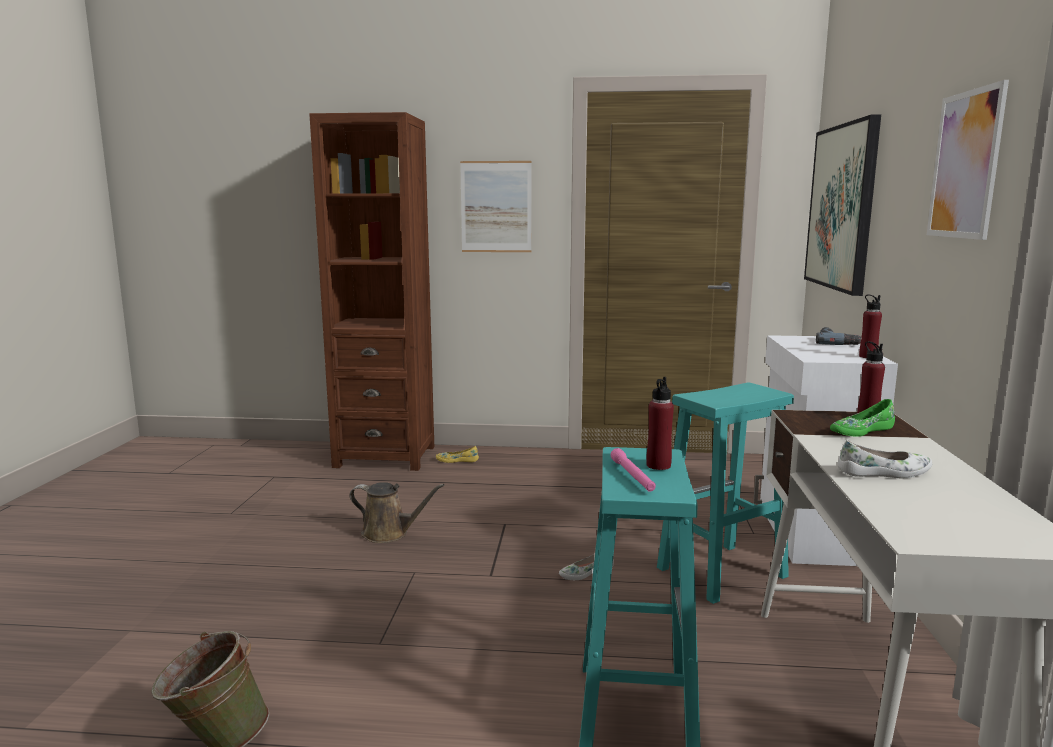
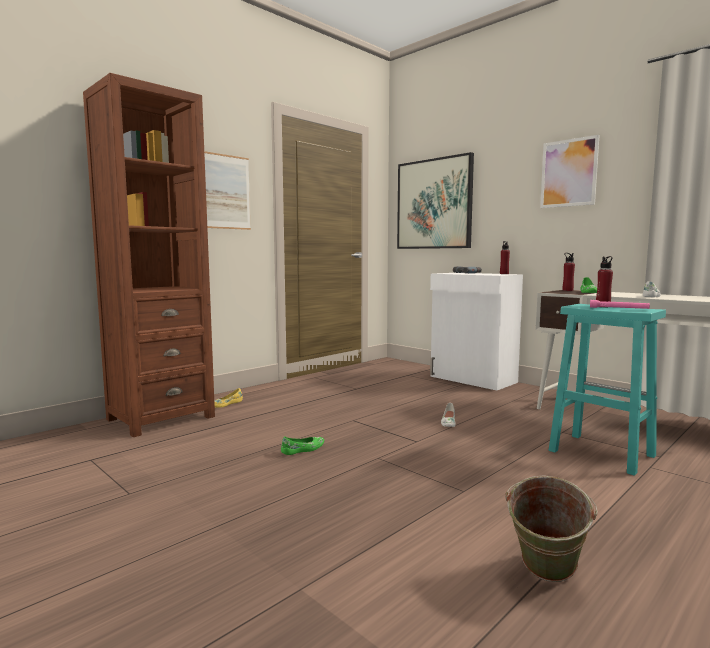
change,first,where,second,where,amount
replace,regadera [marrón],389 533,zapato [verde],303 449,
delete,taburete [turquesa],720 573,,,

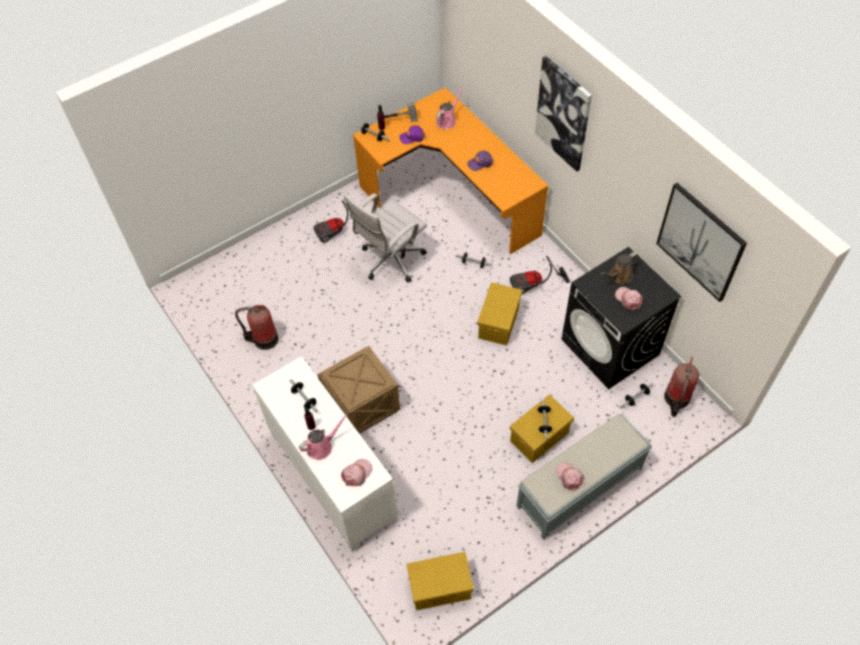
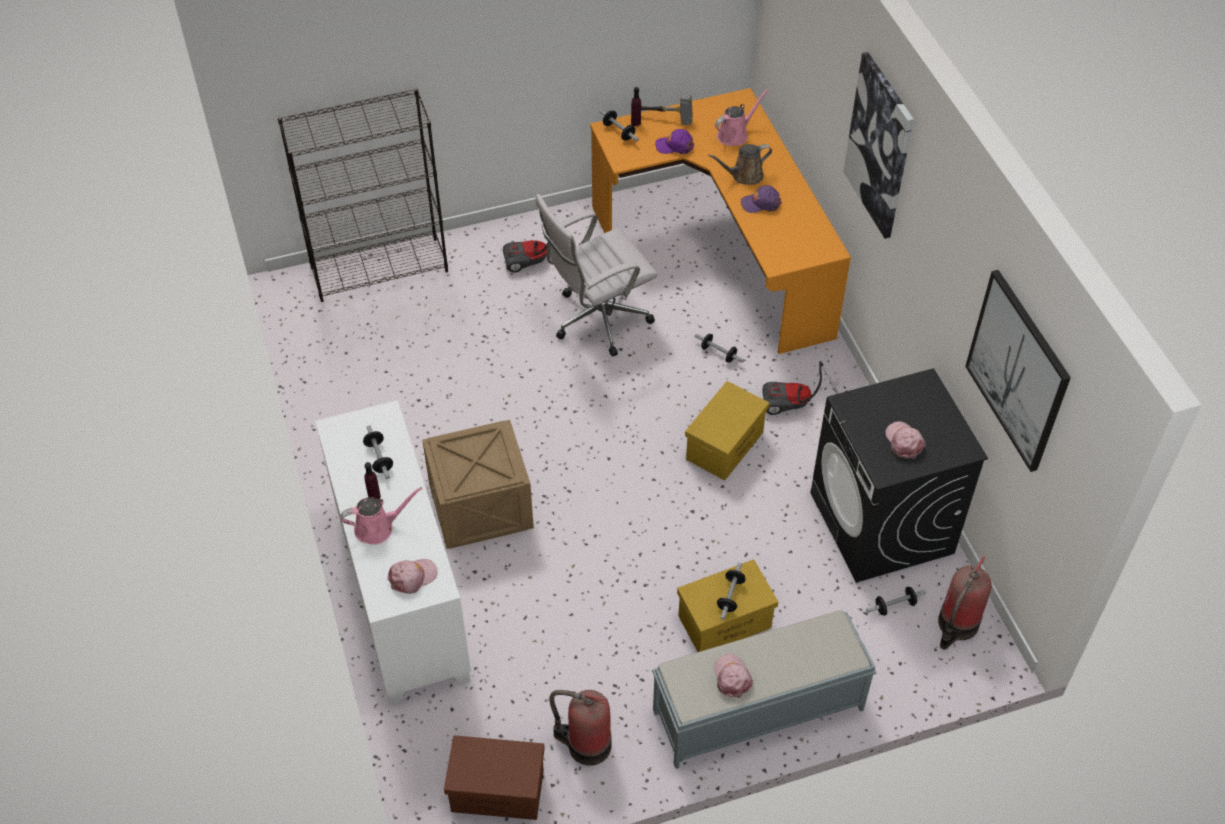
change,first,where,second,where,amount
move,extintor,263 339,,586 744,
recolor,caja de almacenaje [amarillo],439 588,caja de almacenaje [marrón],496 791,
move,regadera [marrón],619 276,,744 176,
insert,,,estantería [negro],380 269,

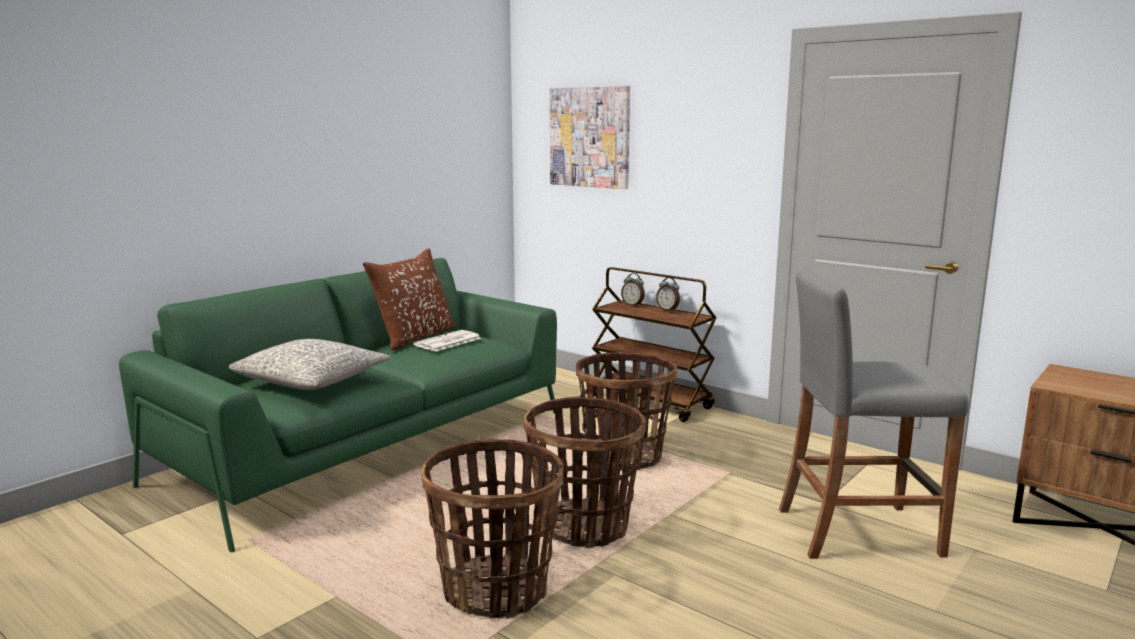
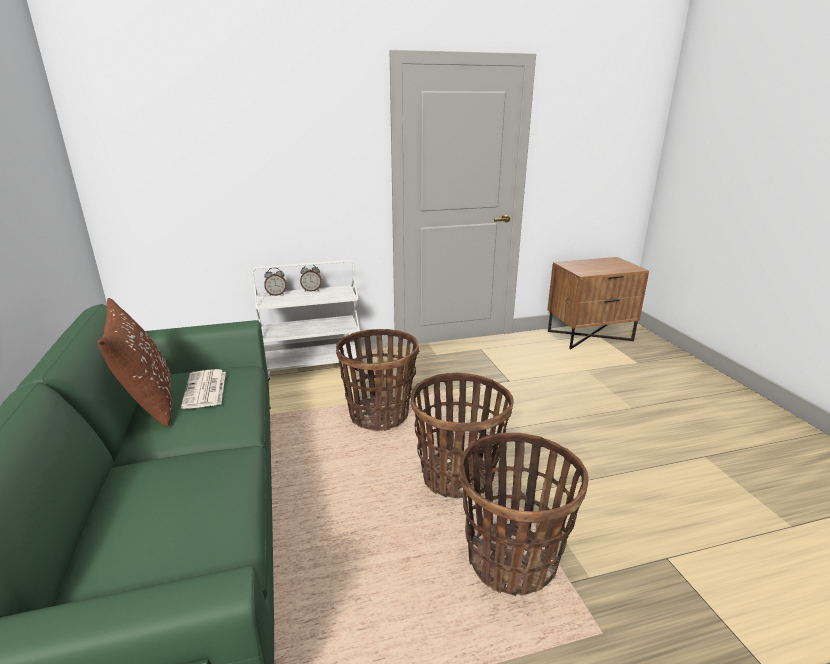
change,first,where,second,where,amount
delete,cojín [gris],313 381,,,
delete,cuadro,590 137,,,
recolor,carrito [marrón],651 402,carrito [blanco],313 366,
delete,taburete [gris],858 531,,,

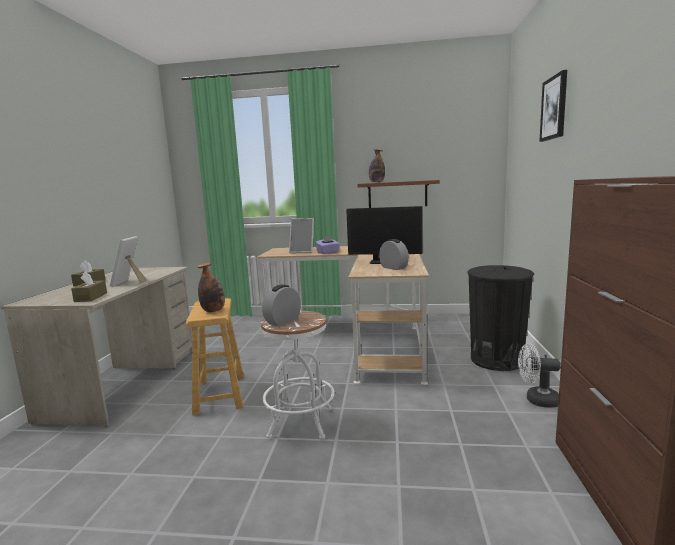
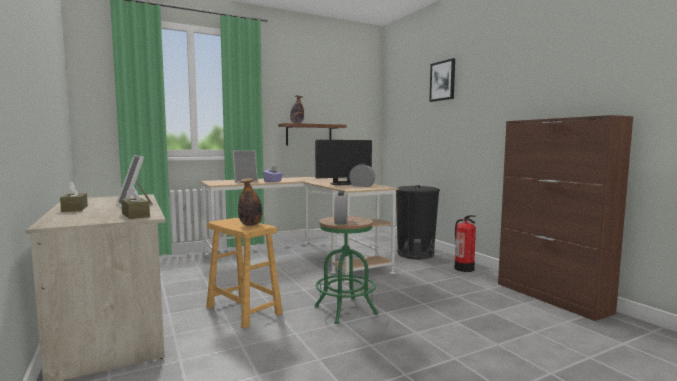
change,first,where,second,where,amount
recolor,taburete [blanco],300 422,taburete [verde],345 310,
replace,ventilador [blanco],536 400,extintor,464 268,

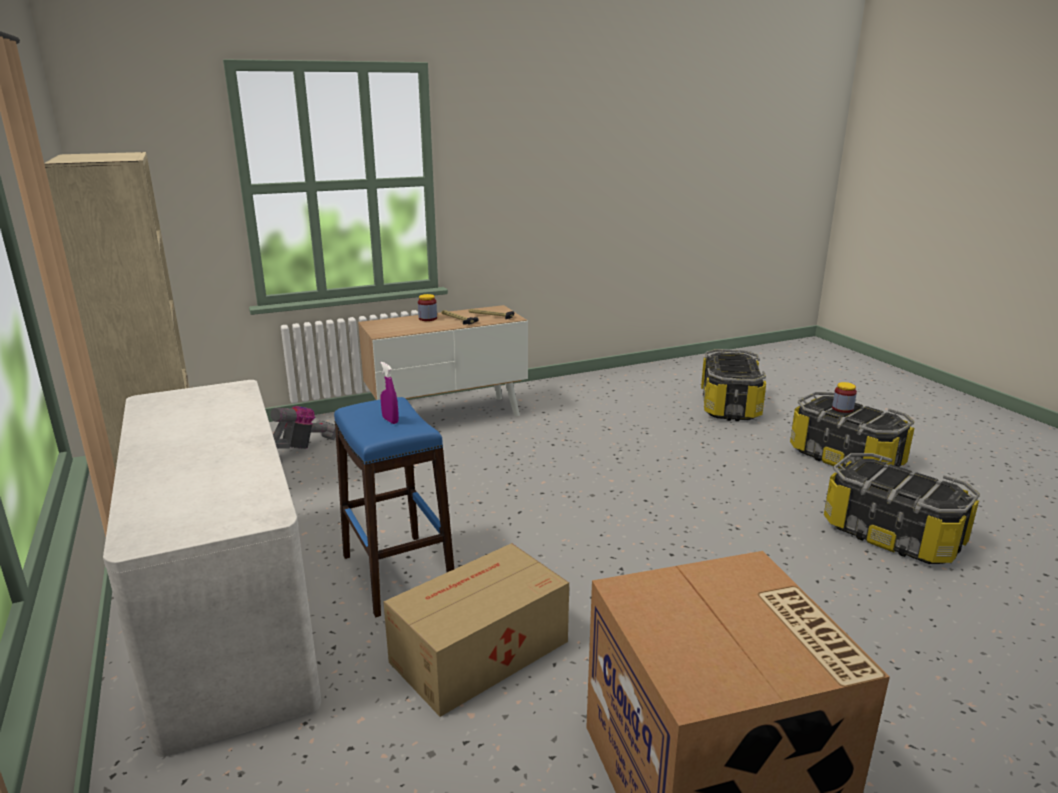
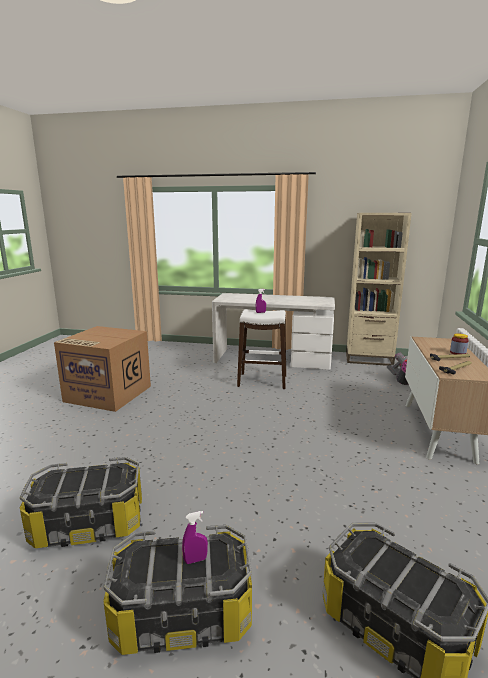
change,first,where,second,where,amount
recolor,taburete [azul],398 574,taburete [blanco],262 381,
delete,caja de cartón,477 652,,,
replace,tarro,842 409,pulverizador [morado],195 560,

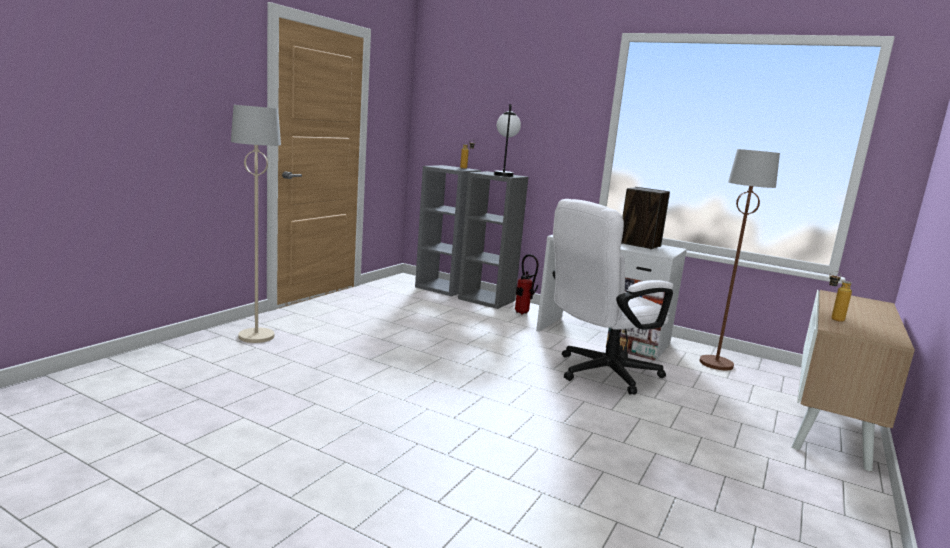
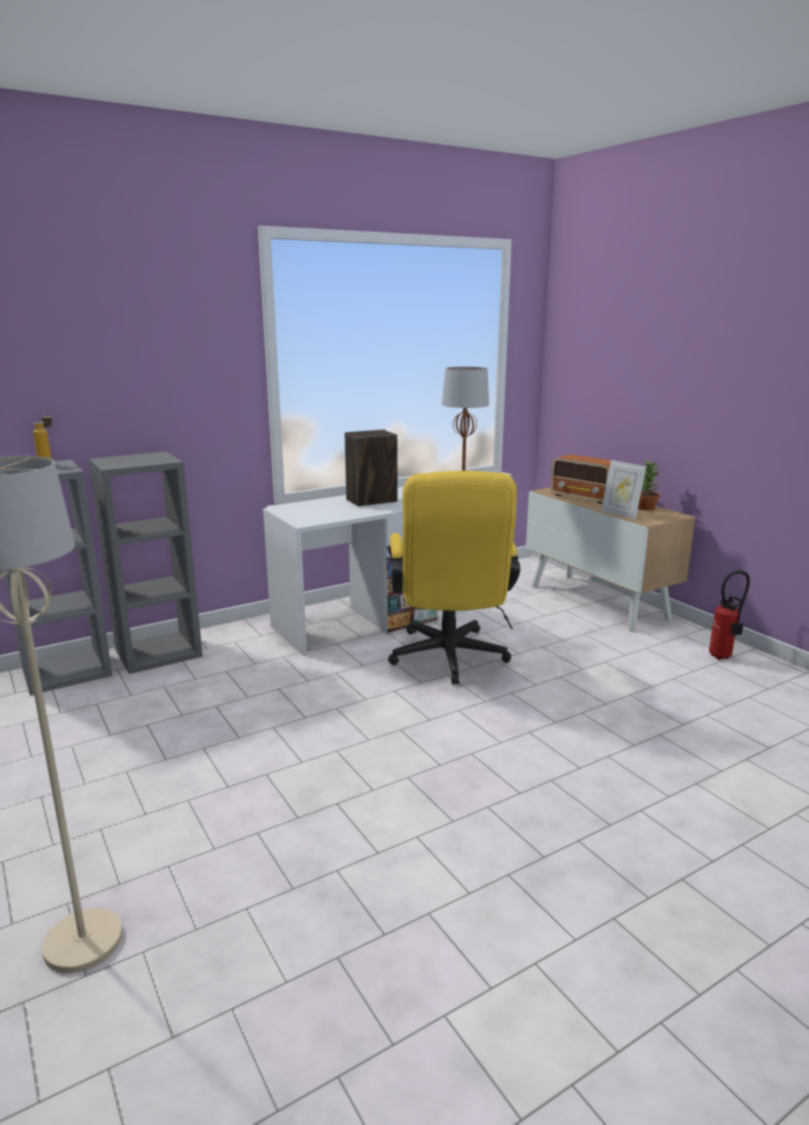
change,first,where,second,where,amount
delete,lámpara de mesa,503 174,,,
move,extintor,522 313,,724 657,
recolor,silla de oficina [blanco],599 373,silla de oficina [amarillo],449 660,
replace,botella,832 319,portarretratos,620 514,
insert,,,radio,583 498,
insert,,,planta en maceta,645 508,

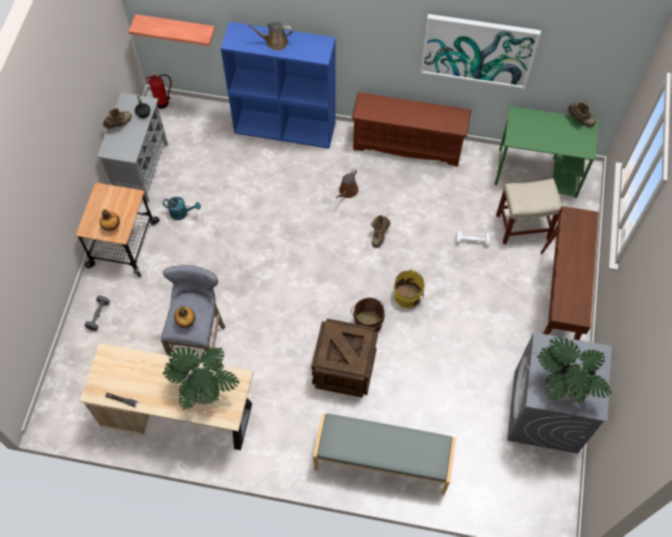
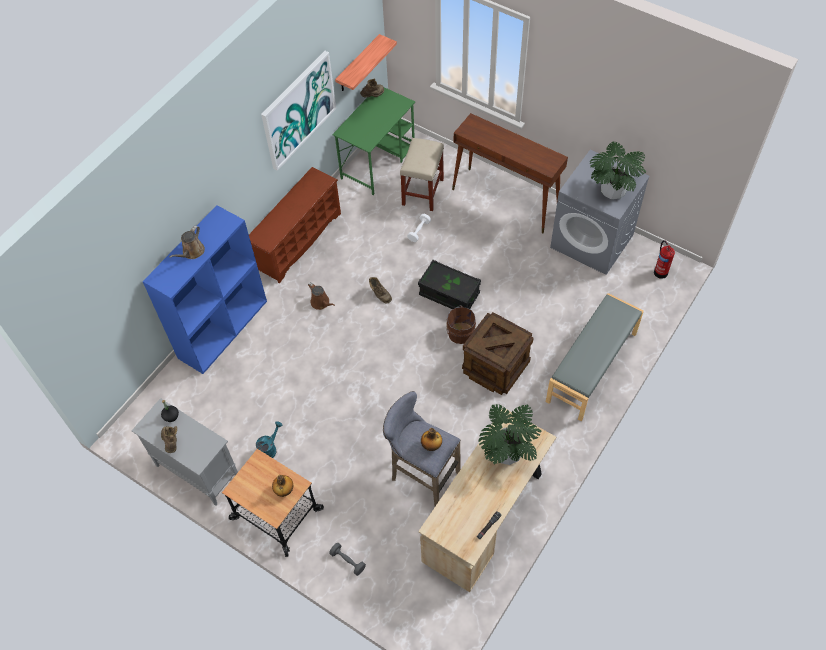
change,first,where,second,where,amount
move,estante,176 28,,358 64,
move,extintor,163 103,,660 271,
replace,cubo [amarillo],408 296,caja de almacenaje [negro],449 294,

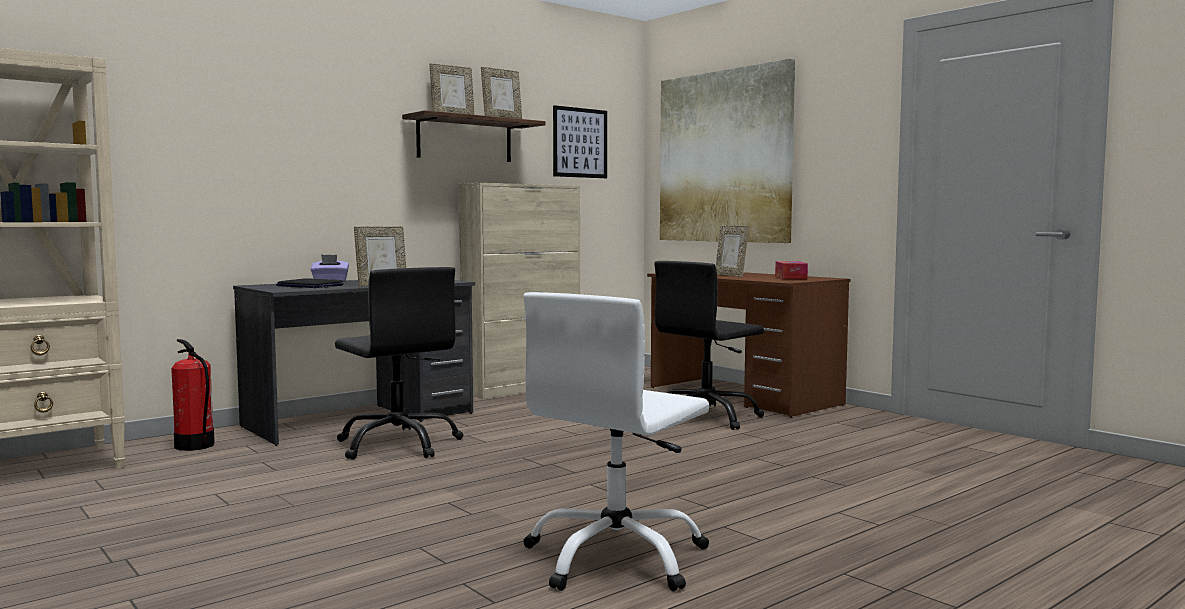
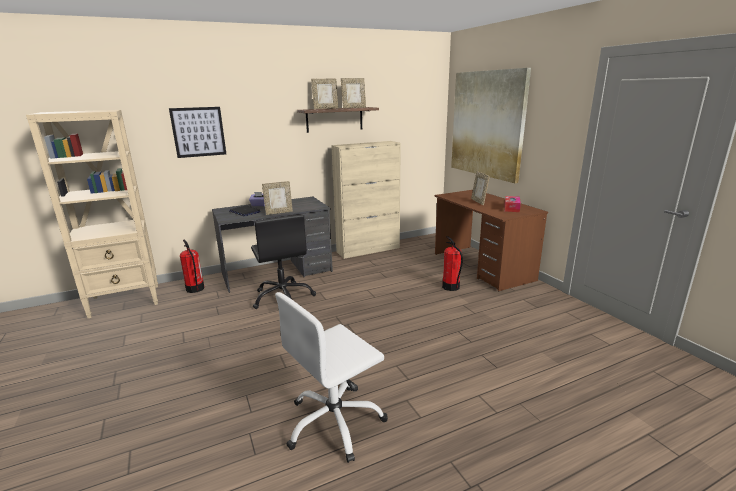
change,first,where,second,where,amount
move,cuadro,580 143,,198 132,
replace,silla de oficina [negro],706 417,extintor,450 287,

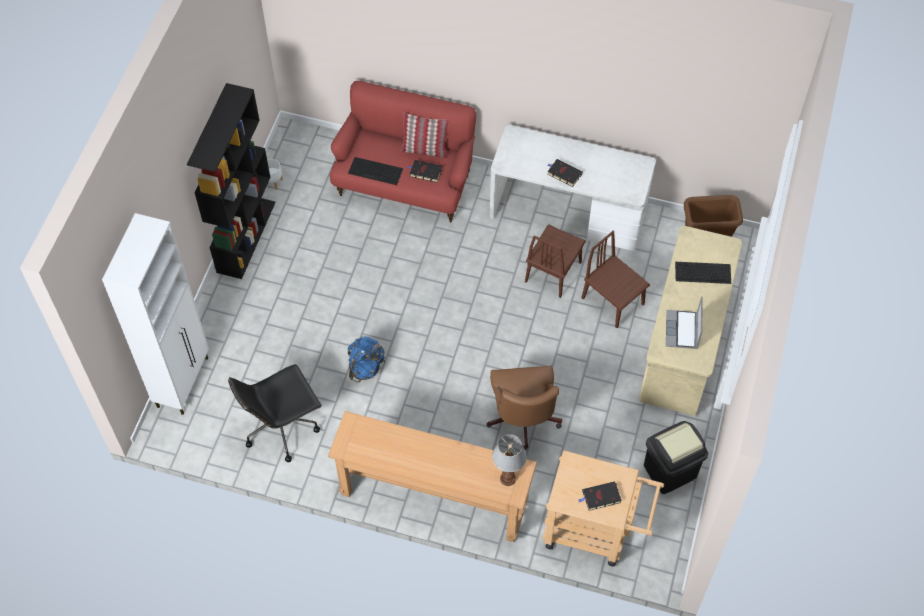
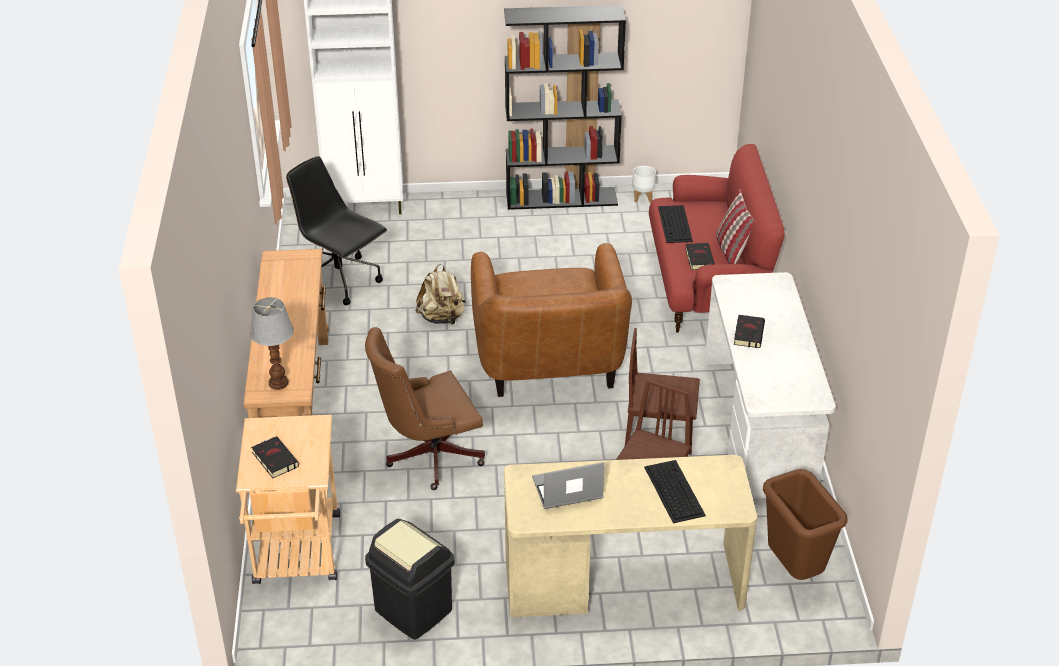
change,first,where,second,where,amount
recolor,mochila [azul],365 367,mochila [beis],442 318,
insert,,,sillón [marrón],550 367,

